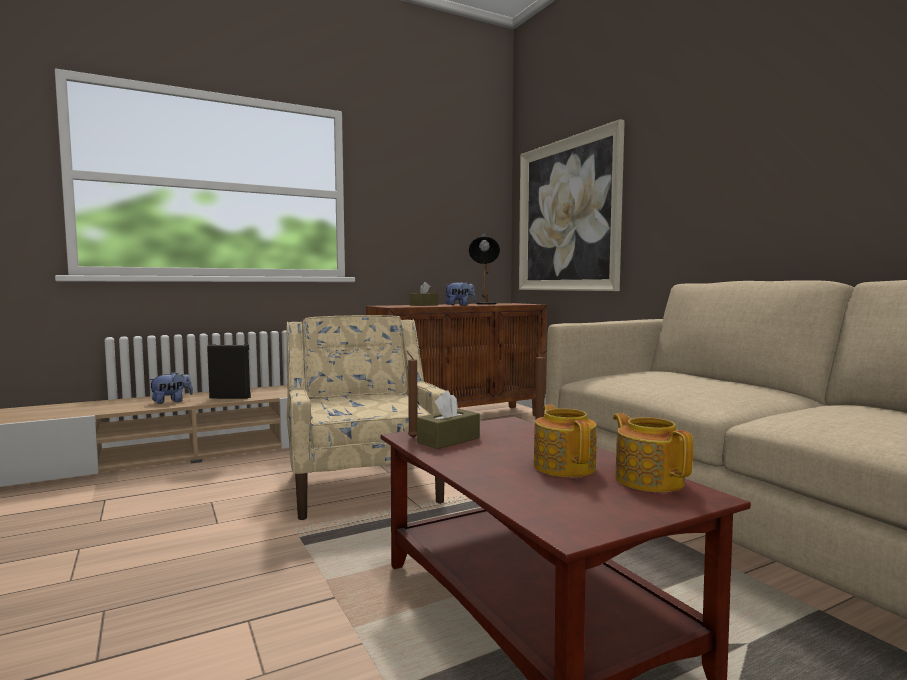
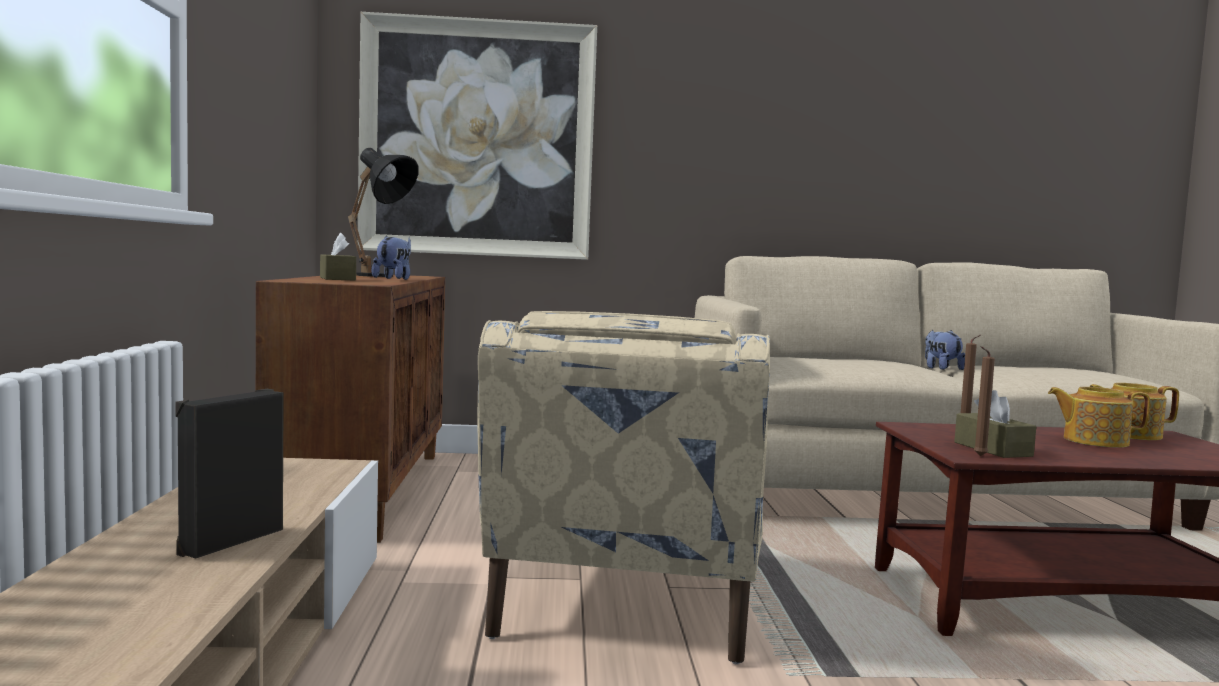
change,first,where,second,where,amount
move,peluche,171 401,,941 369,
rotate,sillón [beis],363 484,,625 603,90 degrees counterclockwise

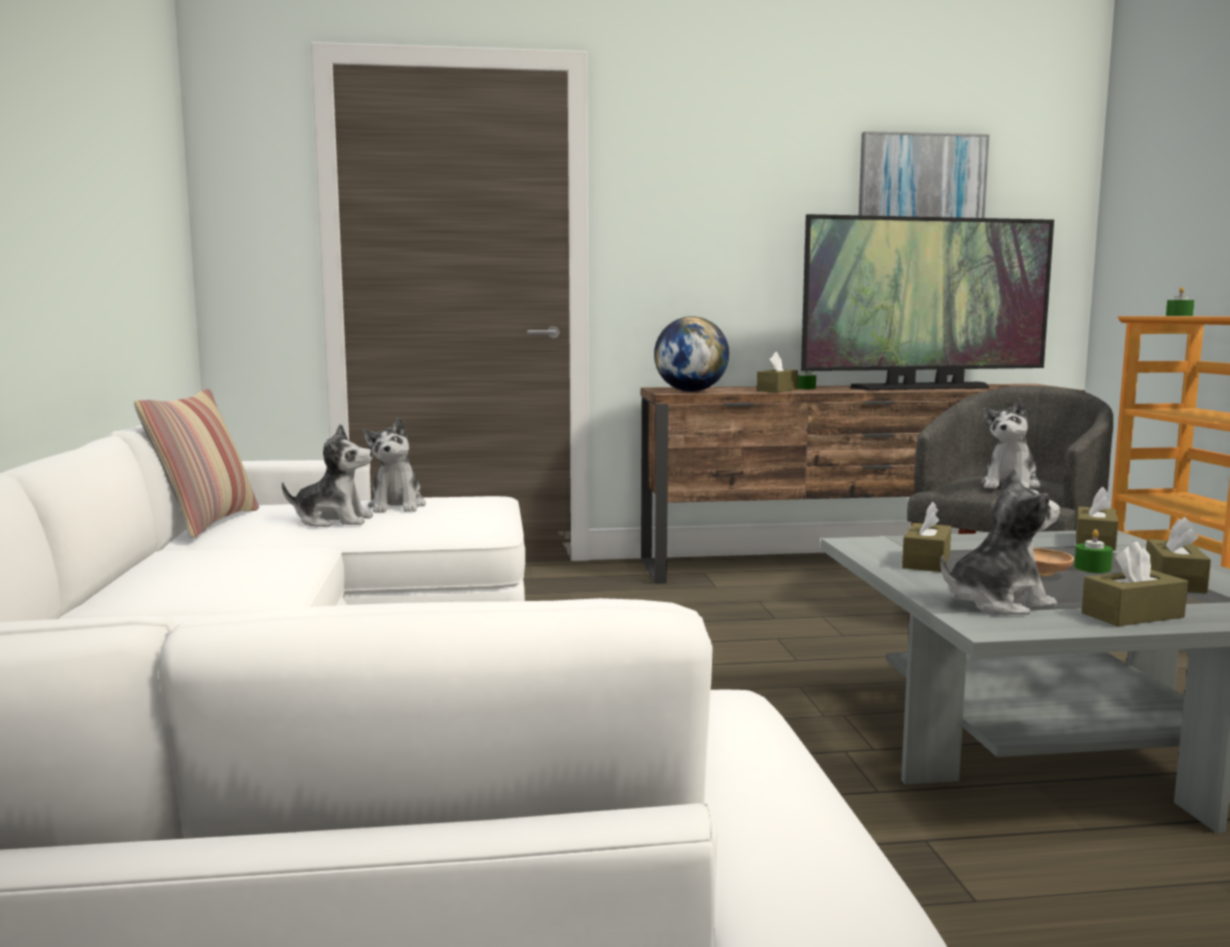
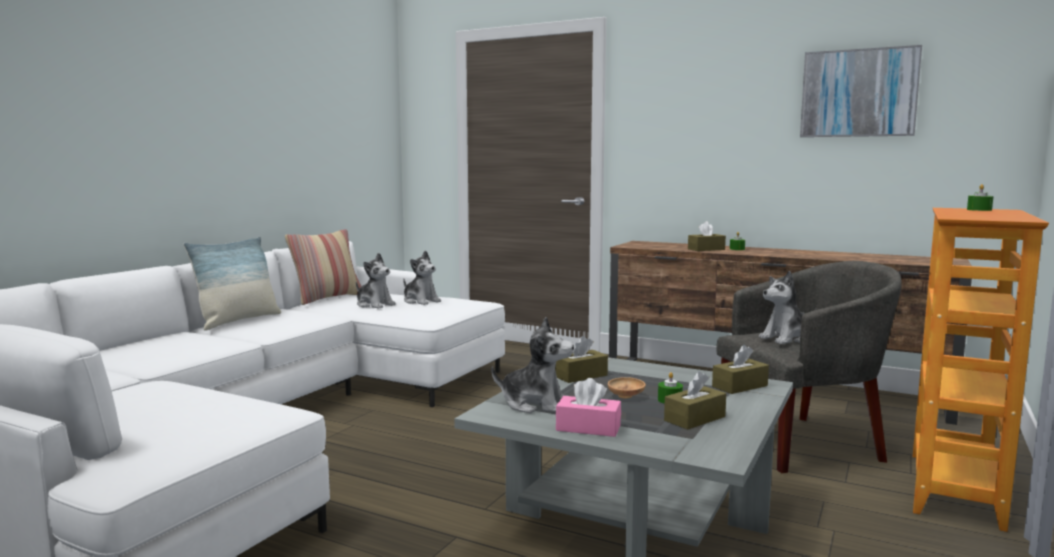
change,first,where,second,where,amount
rotate,peluche,397 506,,421 301,75 degrees counterclockwise
delete,globo terráqueo,690 391,,,
delete,televisor,922 388,,,
recolor,caja de pañuelos [marrón],1132 615,caja de pañuelos [rosa],588 428,
insert,,,cojín,238 321,

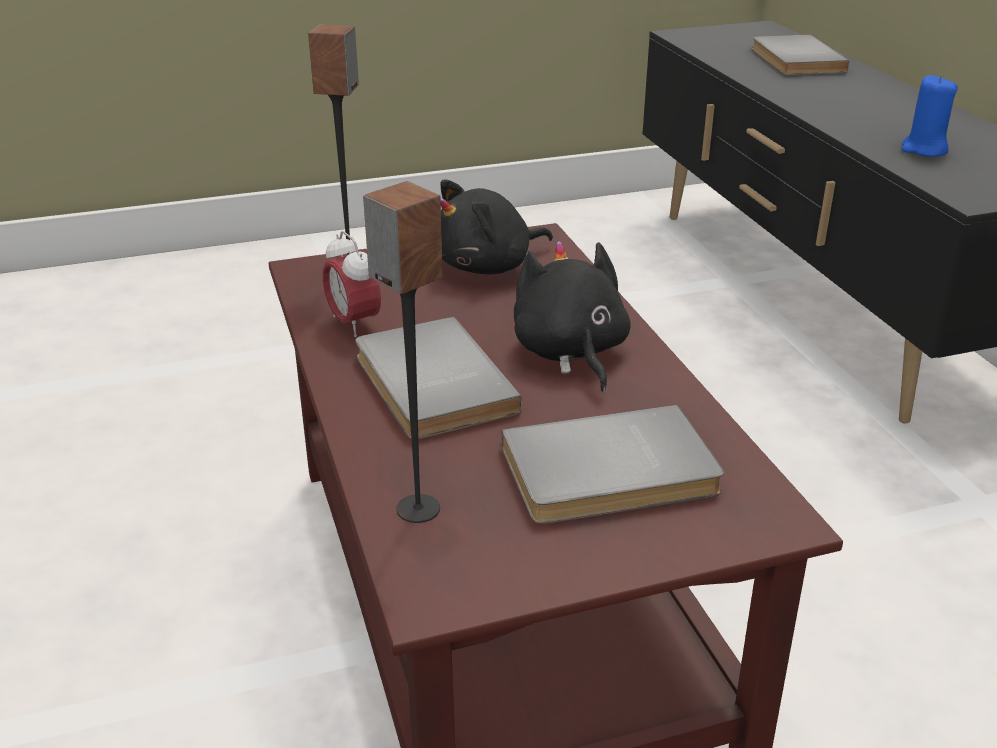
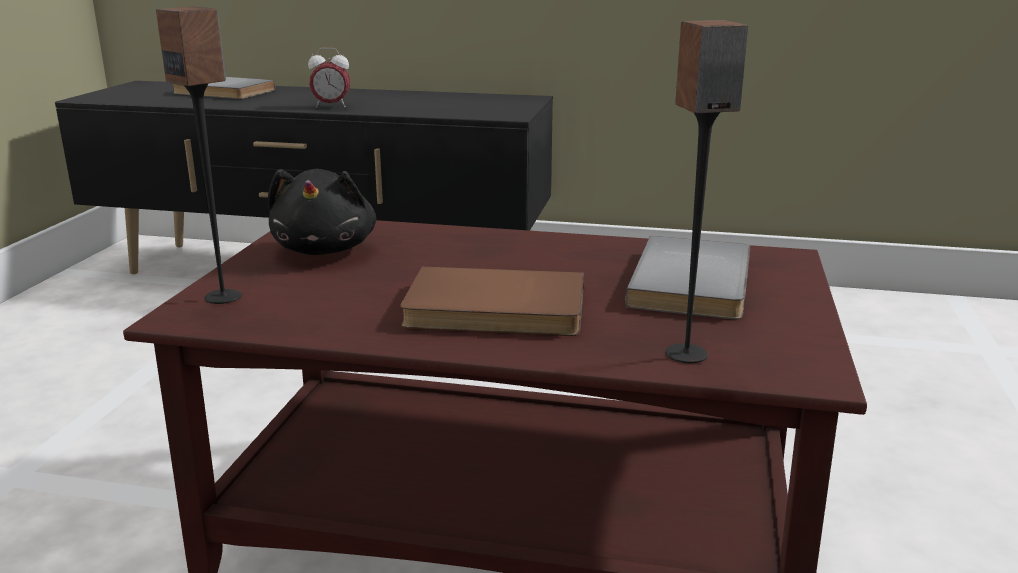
change,first,where,second,where,amount
move,despertador,354 324,,331 106,
recolor,libro [gris],428 384,libro [marrón],495 311,
delete,peluche [negro],570 353,,,
delete,vela [azul],924 149,,,

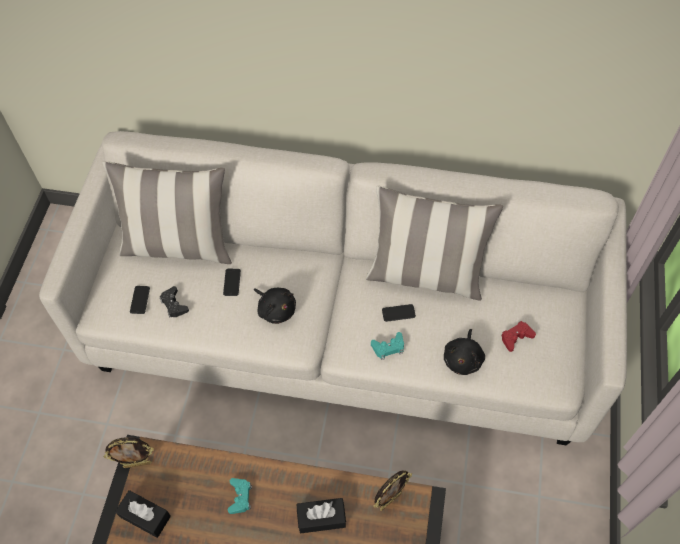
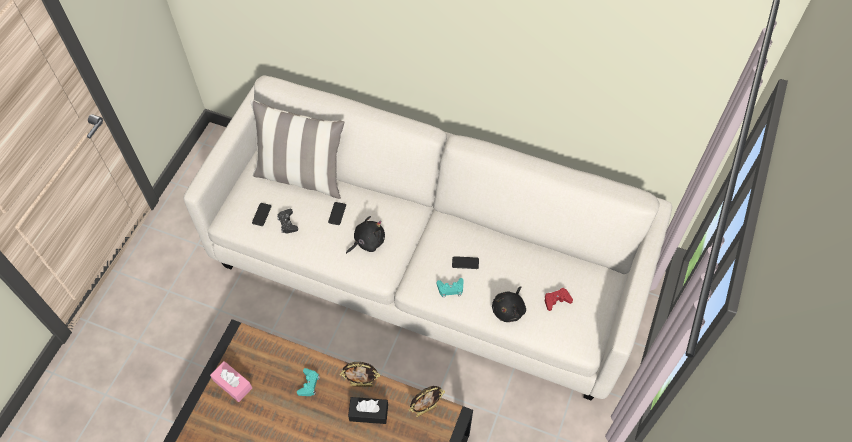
change,first,where,second,where,amount
move,portarretratos,137 464,,362 384,
recolor,caja de pañuelos [negro],145 516,caja de pañuelos [rosa],232 384,
rotate,peluche [negro],276 309,,367 242,90 degrees counterclockwise
delete,cojín,426 274,,,

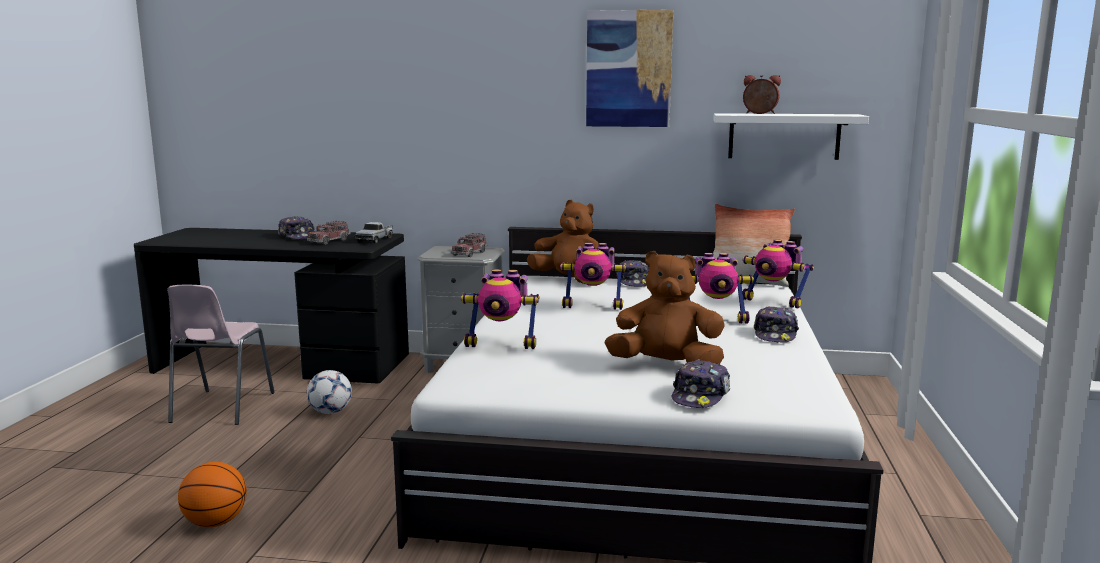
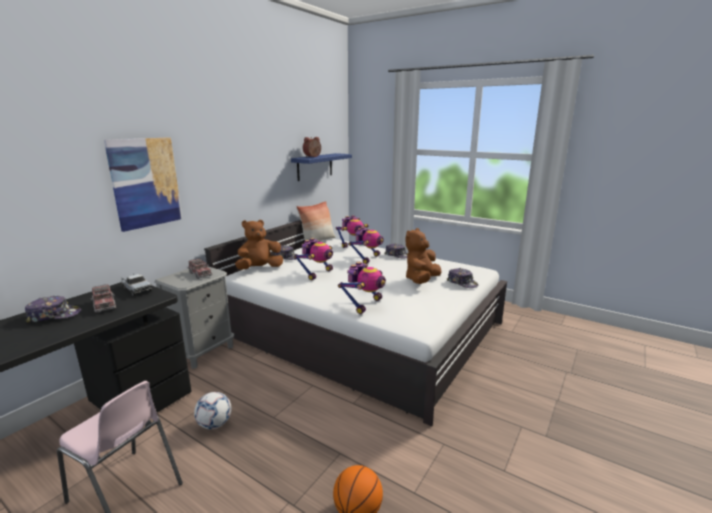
change,first,where,second,where,amount
move,cuadro,629 69,,145 183,
recolor,estante [blanco],784 136,estante [azul],315 166,

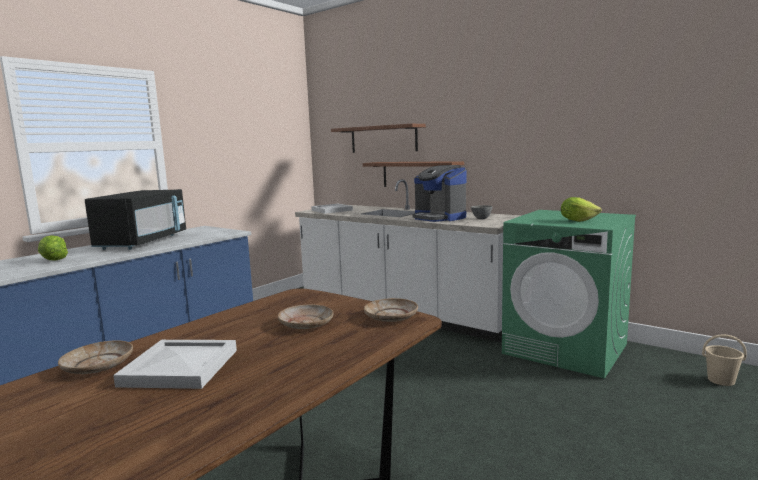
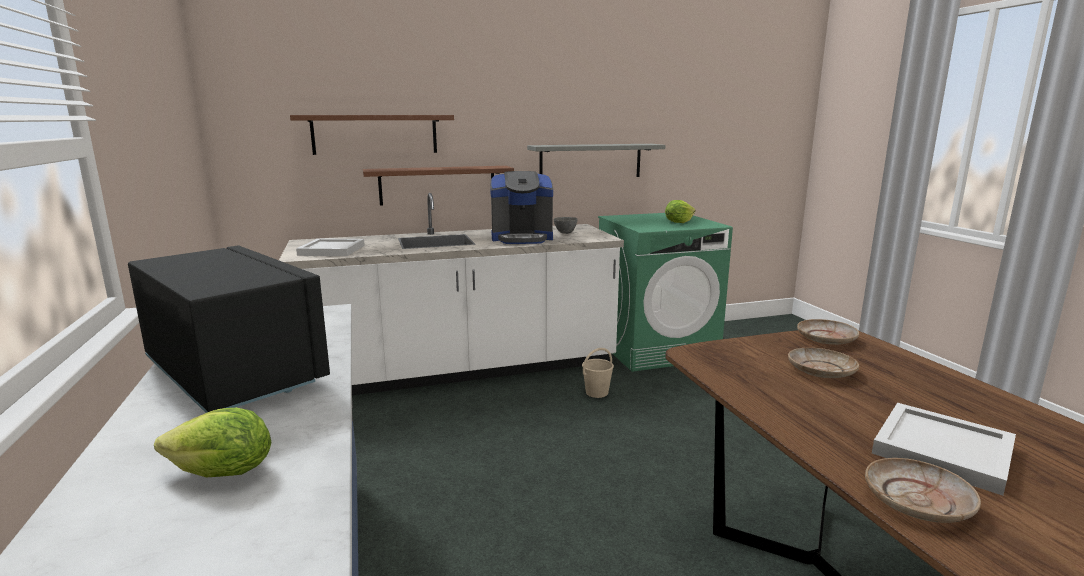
change,first,where,second,where,amount
move,cubo [beis],721 380,,597 392,
insert,,,estante [gris],590 161,

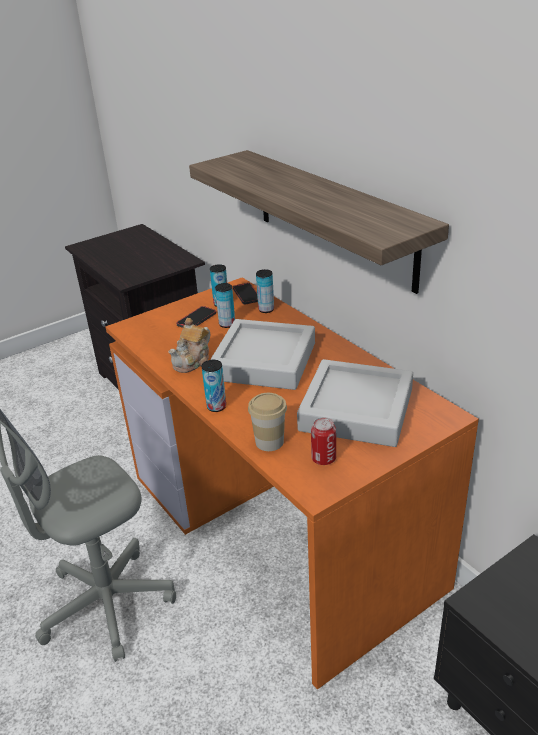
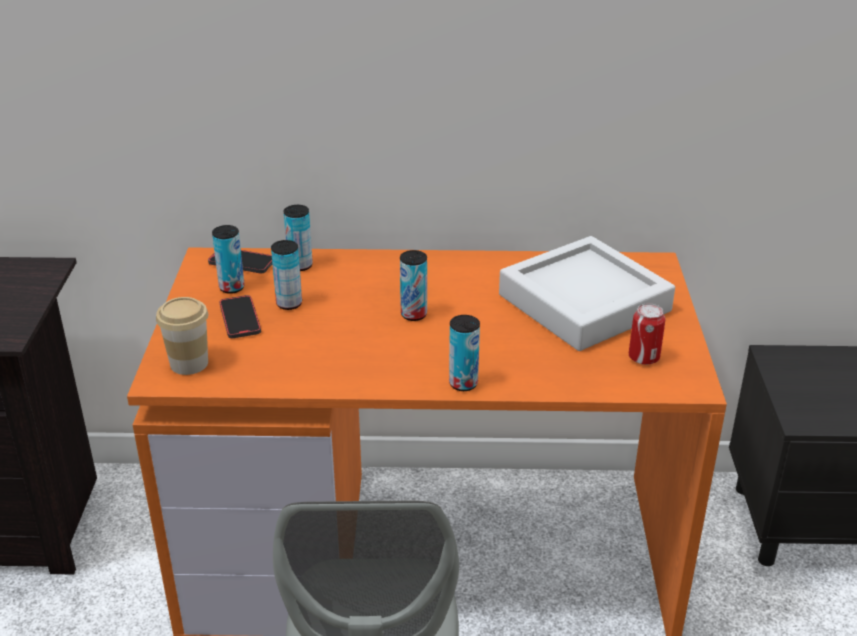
change,first,where,second,where,amount
delete,tetera,193 361,,,
delete,estante,333 217,,,
replace,bandeja [gris],264 361,lata,413 314,
move,taza,269 442,,189 363,

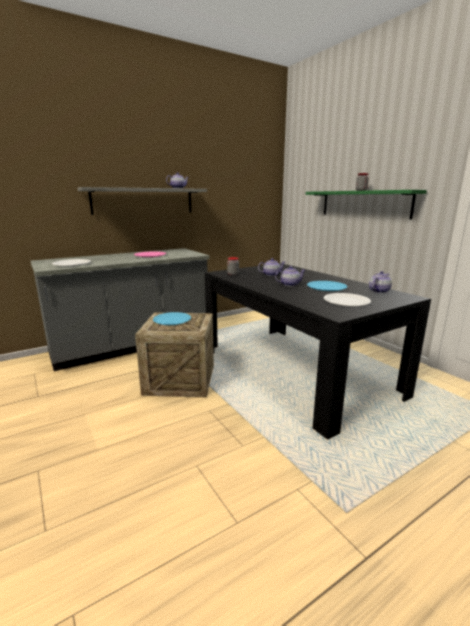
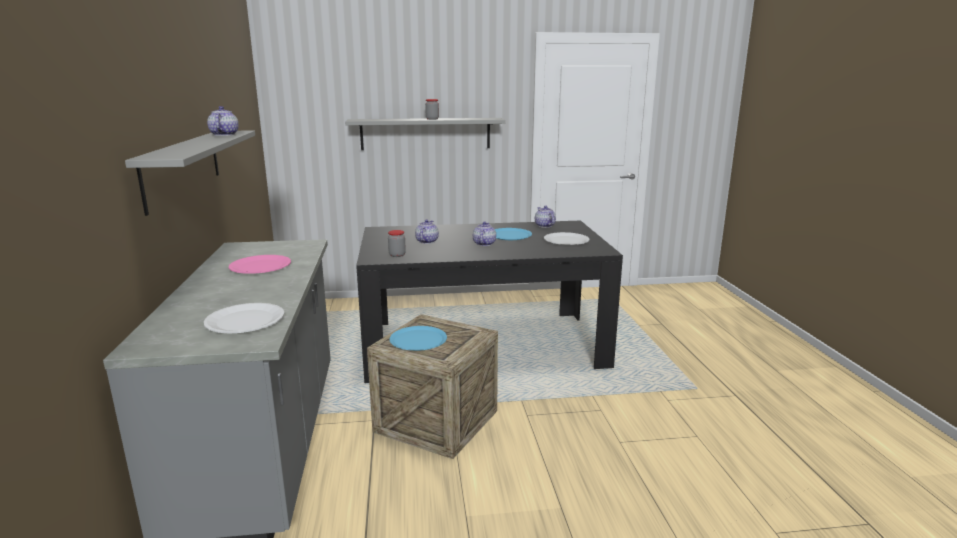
change,first,where,second,where,amount
recolor,estante [verde],364 204,estante [gris],425 133,

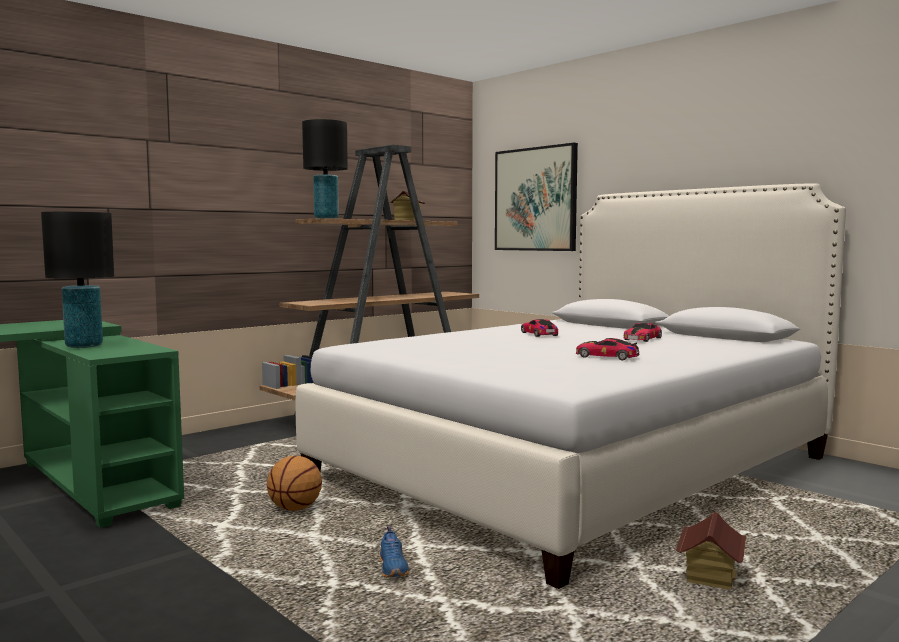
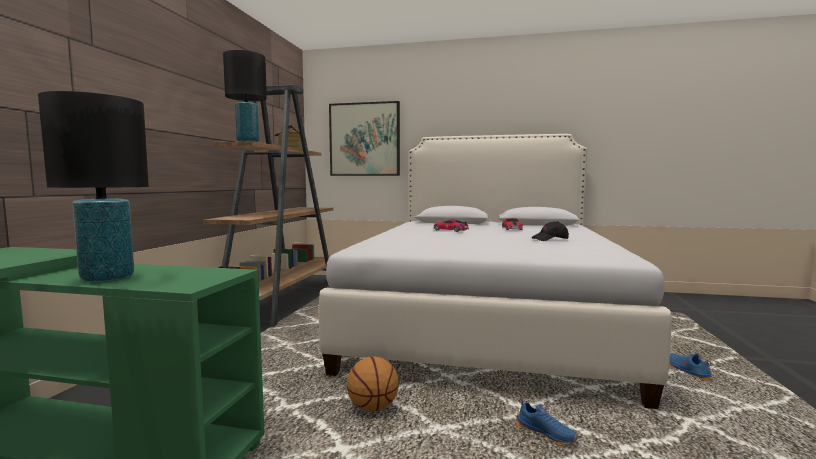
change,first,where,second,where,amount
replace,coche de juguete,606 357,gorra [negro],550 239,
replace,casita,710 577,zapato [azul],687 372,

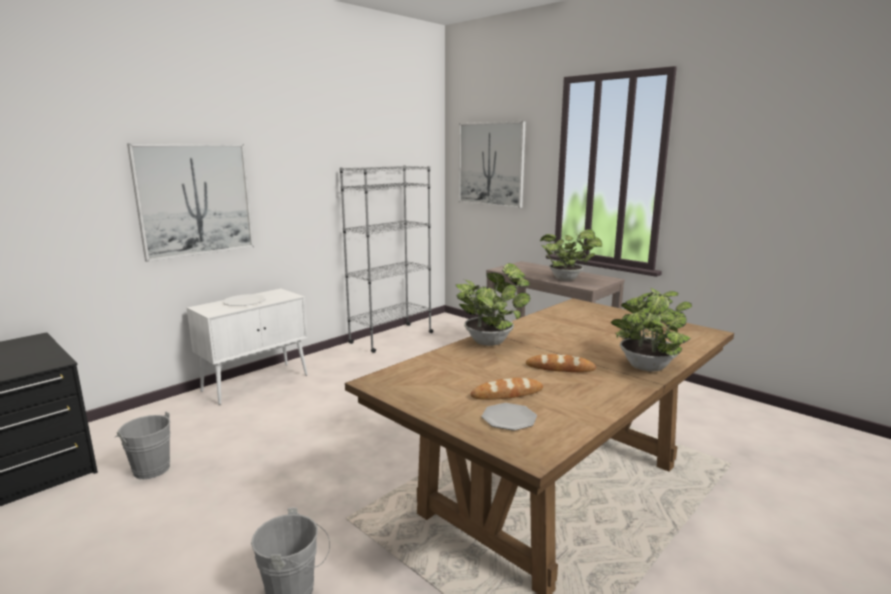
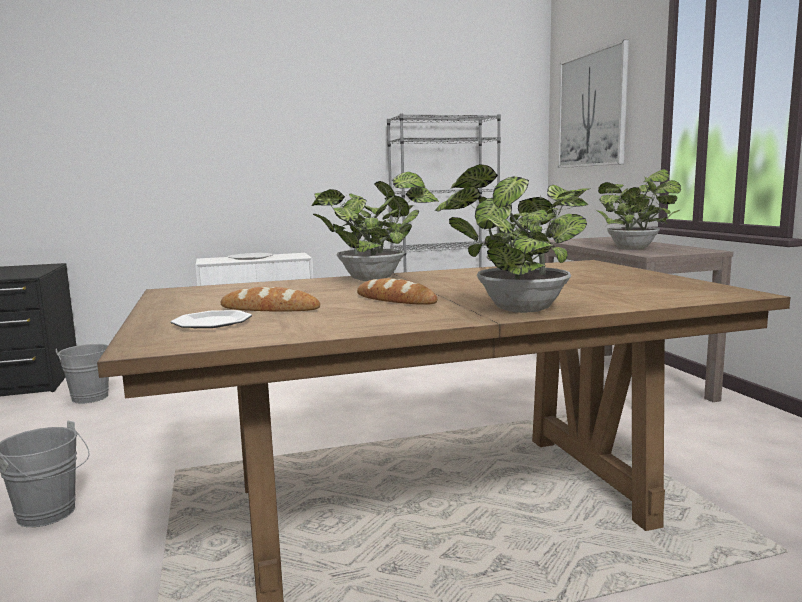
change,first,where,second,where,amount
delete,cuadro,195 199,,,

